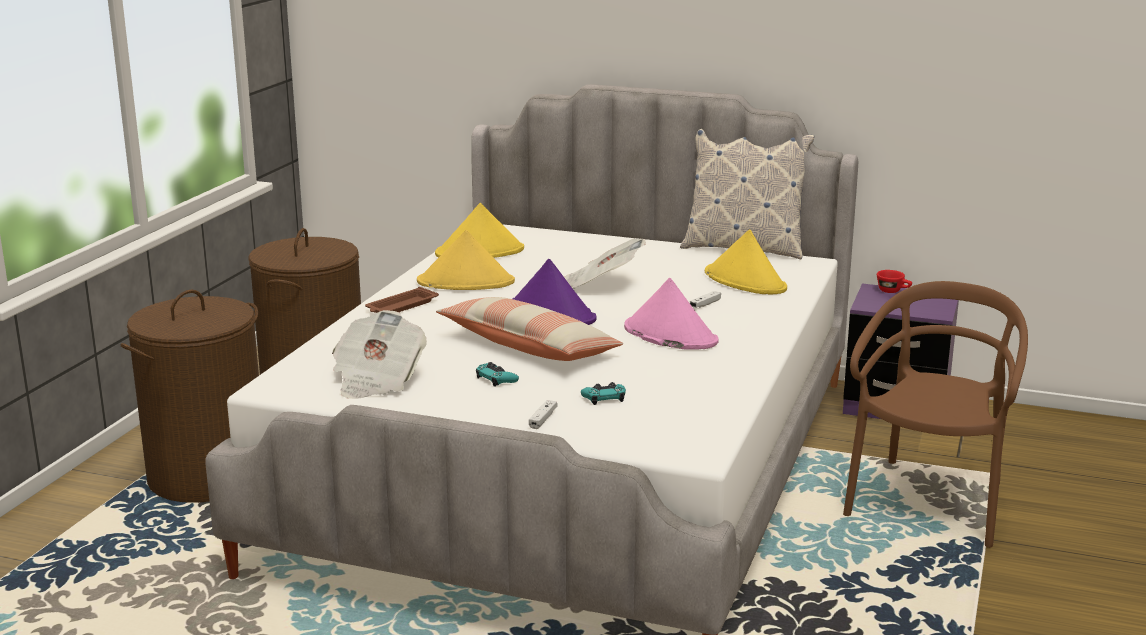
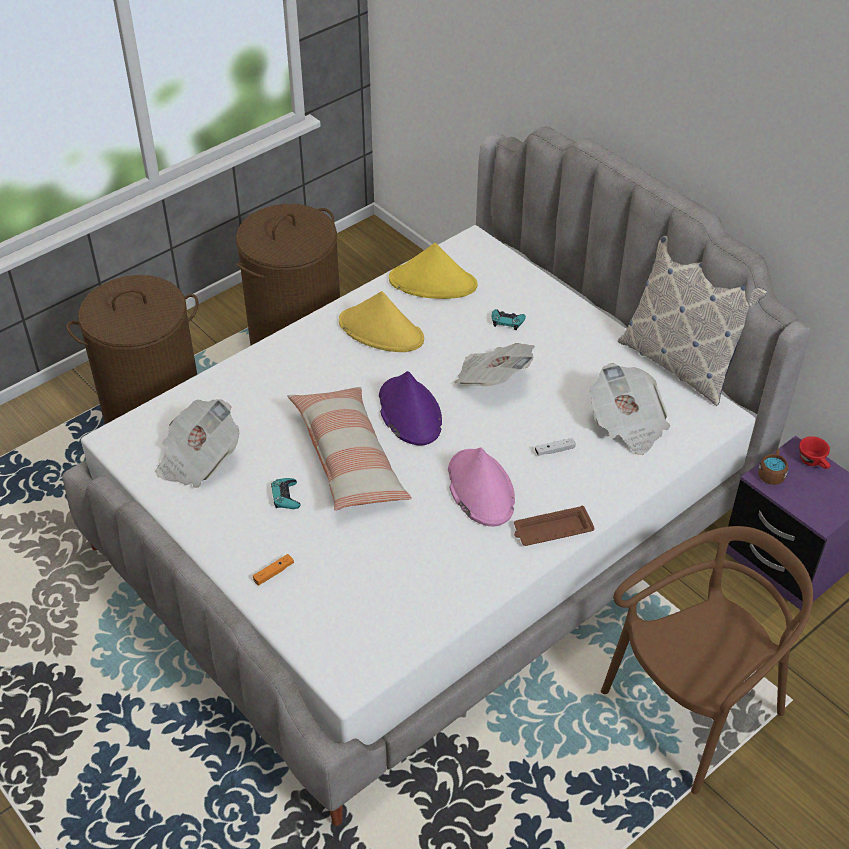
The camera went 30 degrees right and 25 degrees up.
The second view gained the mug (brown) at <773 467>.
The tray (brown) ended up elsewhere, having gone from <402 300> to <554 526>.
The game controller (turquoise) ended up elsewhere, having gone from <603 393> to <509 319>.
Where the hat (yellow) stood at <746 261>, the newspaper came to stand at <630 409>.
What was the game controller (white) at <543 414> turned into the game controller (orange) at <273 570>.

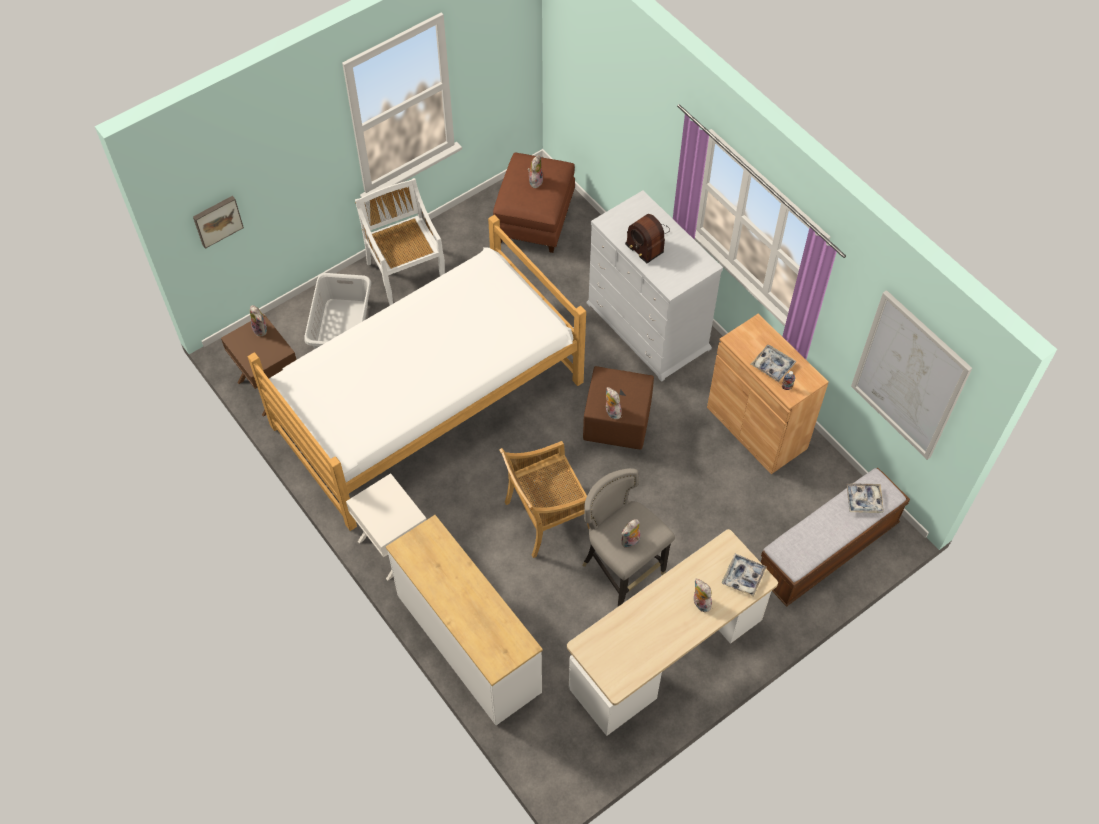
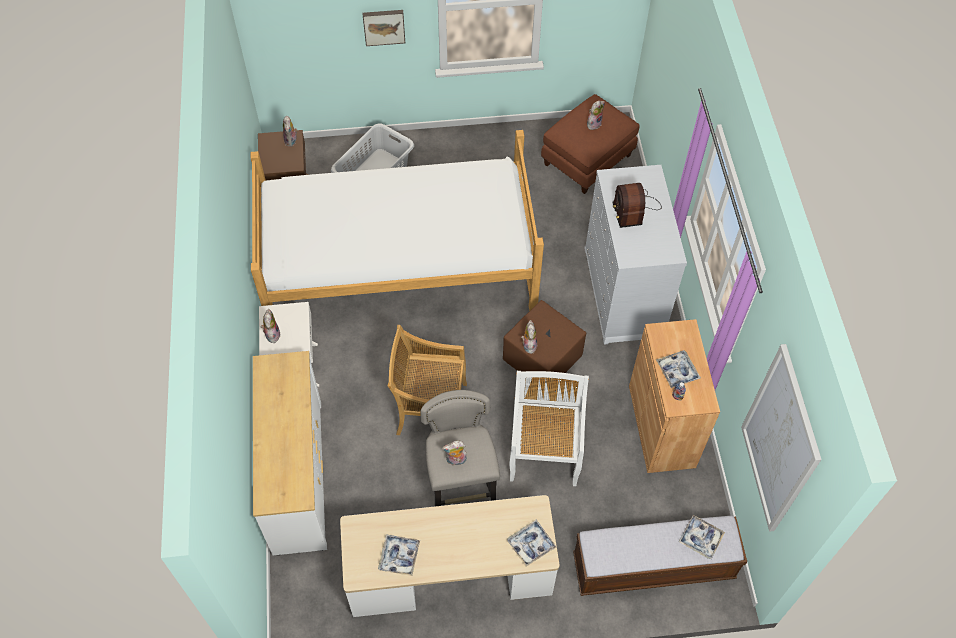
The camera went 30 degrees right and 0 degrees up.
The second view gained the tray at <399 555>.
The picture ended up elsewhere, having gone from <218 222> to <383 28>.
The chair (white) ended up elsewhere, having gone from <400 241> to <549 428>.
The plush toy ended up elsewhere, having gone from <703 595> to <271 326>.

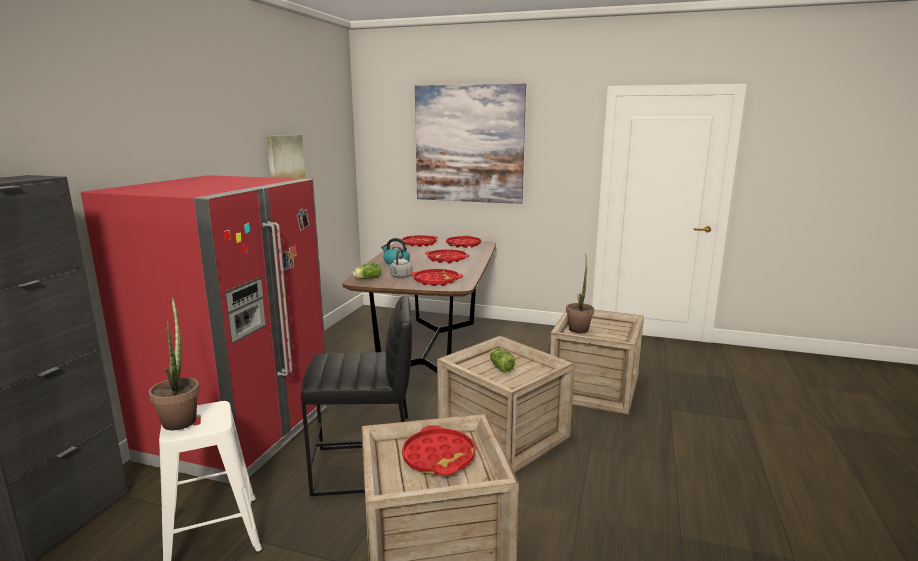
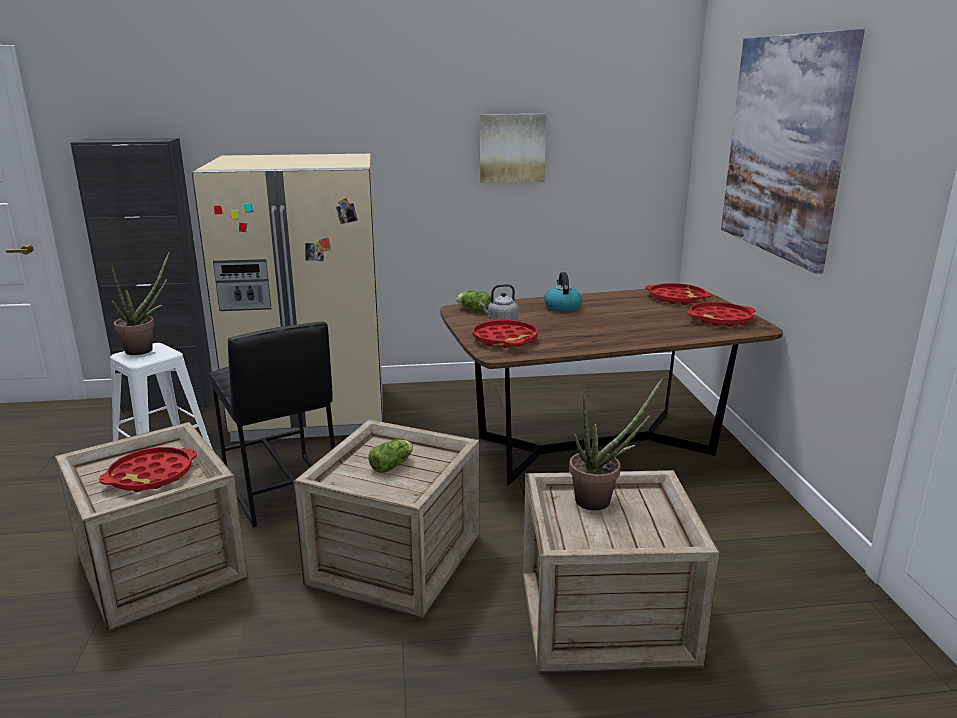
The camera went 65 degrees right and 5 degrees up.
The second view lost the tray (red) at <447 256>.
What was the fridge (red) at <204 329> turned into the fridge (beige) at <287 298>.

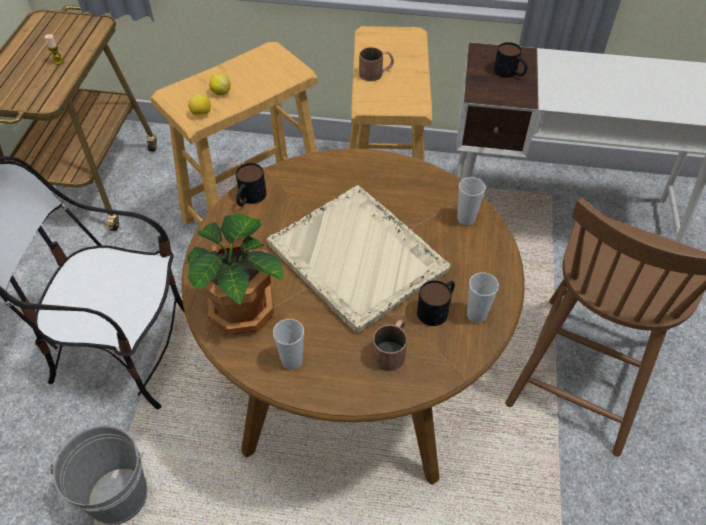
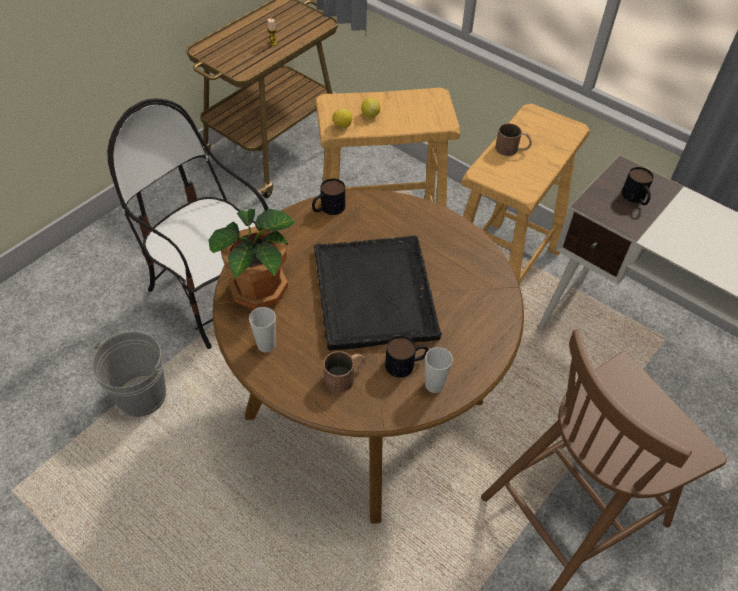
The camera went 30 degrees right and 0 degrees up.
The second view lost the cup at <471 201>.
What was the tray (beige) at <359 259> turned into the tray (black) at <378 293>.

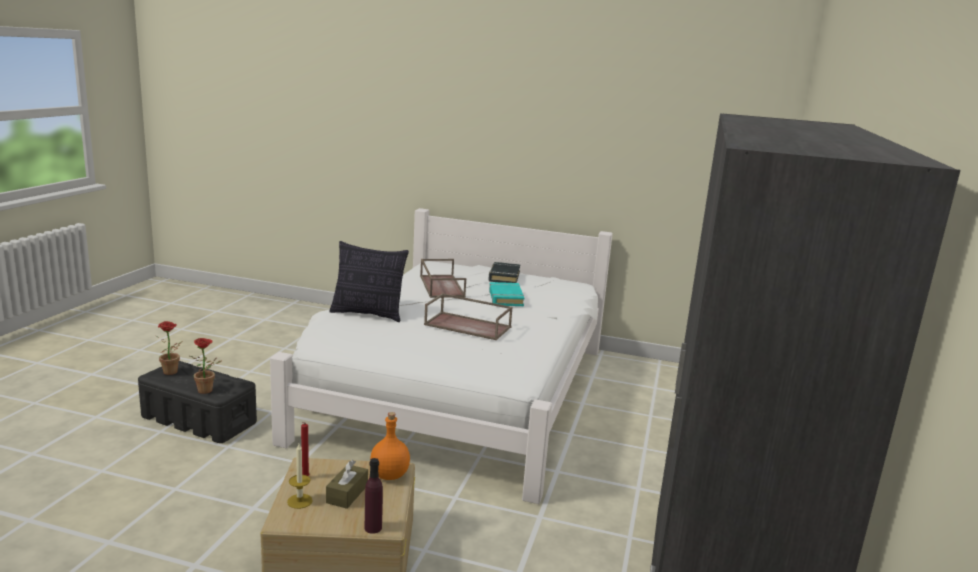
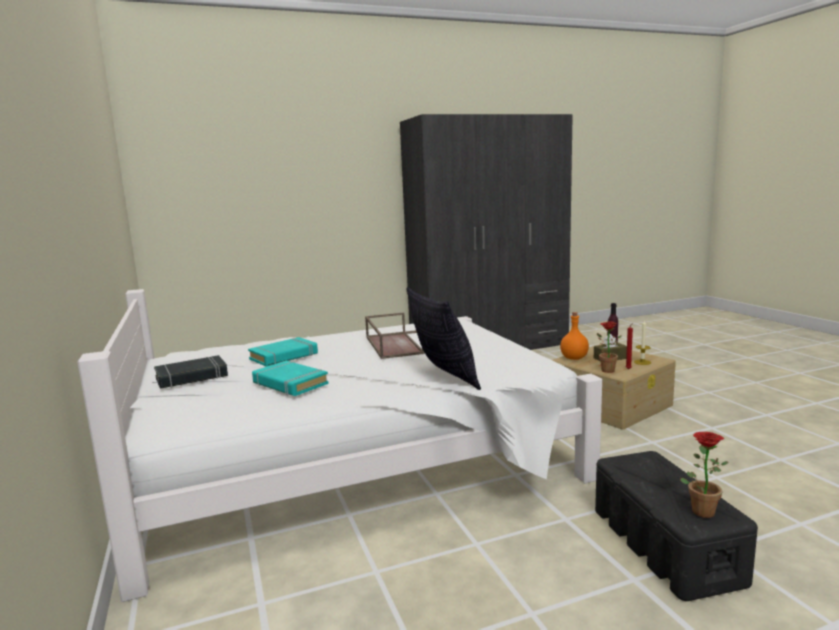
The camera went 125 degrees left and 5 degrees down.
The potted plant ended up elsewhere, having gone from <206 366> to <609 347>.
Where the tray (brown) stood at <443 278>, the book (turquoise) came to stand at <290 378>.

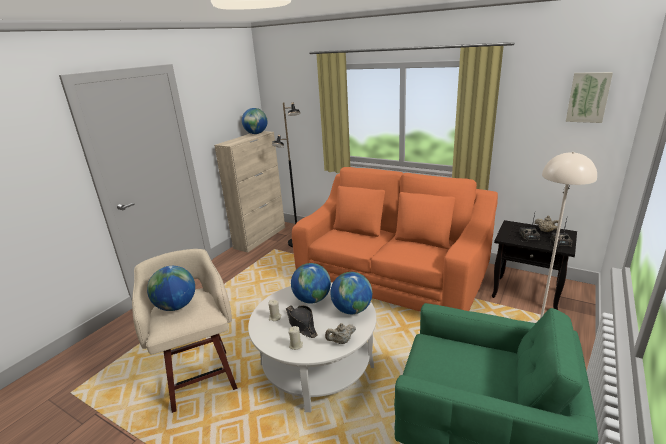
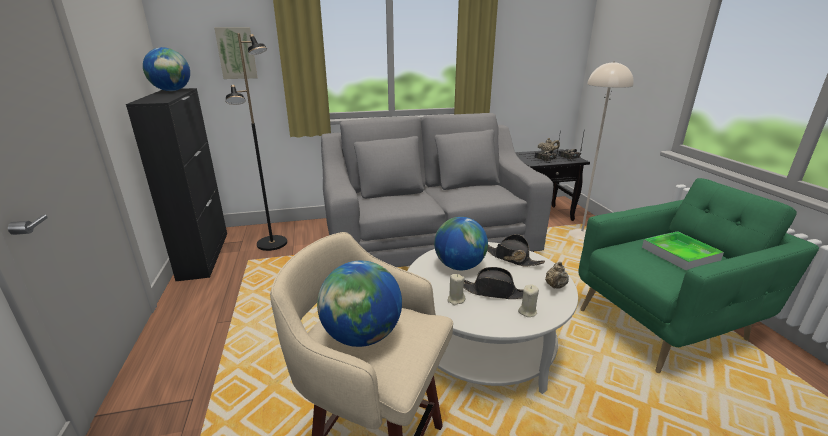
The camera went 45 degrees left and 0 degrees up.
The second view gained the tray at <683 251>.
The picture ended up elsewhere, having gone from <589 97> to <235 53>.
Where the globe stood at <351 293>, the hat (black) came to stand at <516 250>.
What was the cabinet (beige) at <249 192> turned into the cabinet (black) at <176 184>.
What was the sofa (orange) at <395 239> turned into the sofa (grey) at <437 190>.

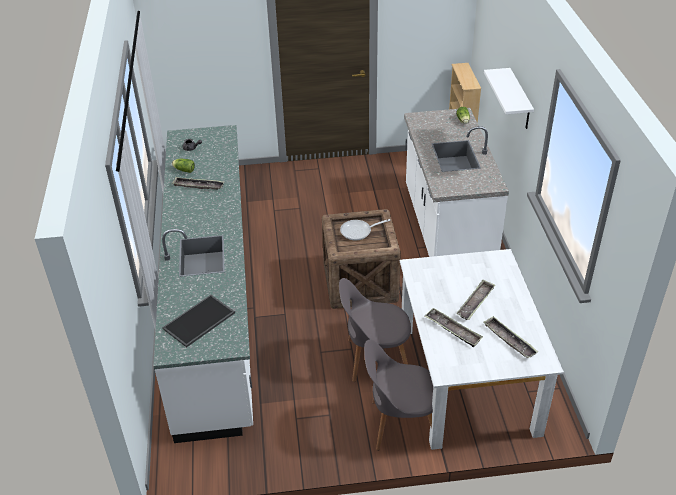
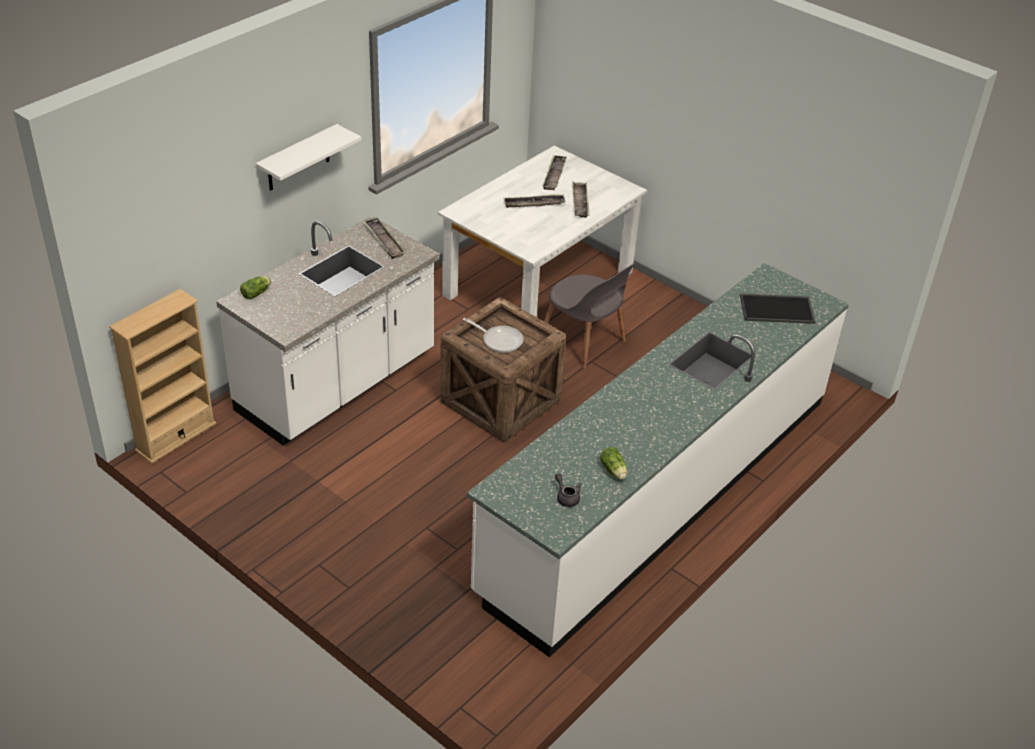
The camera went 135 degrees left and 0 degrees up.
The second view lost the chair (grey) at <398 395>.
The tray ended up elsewhere, having gone from <198 183> to <384 238>.

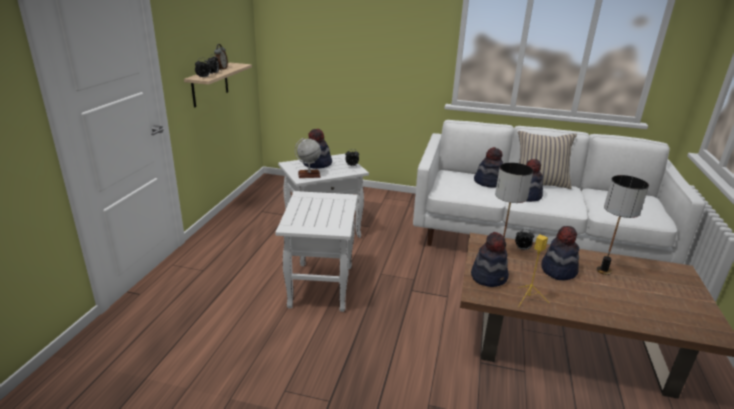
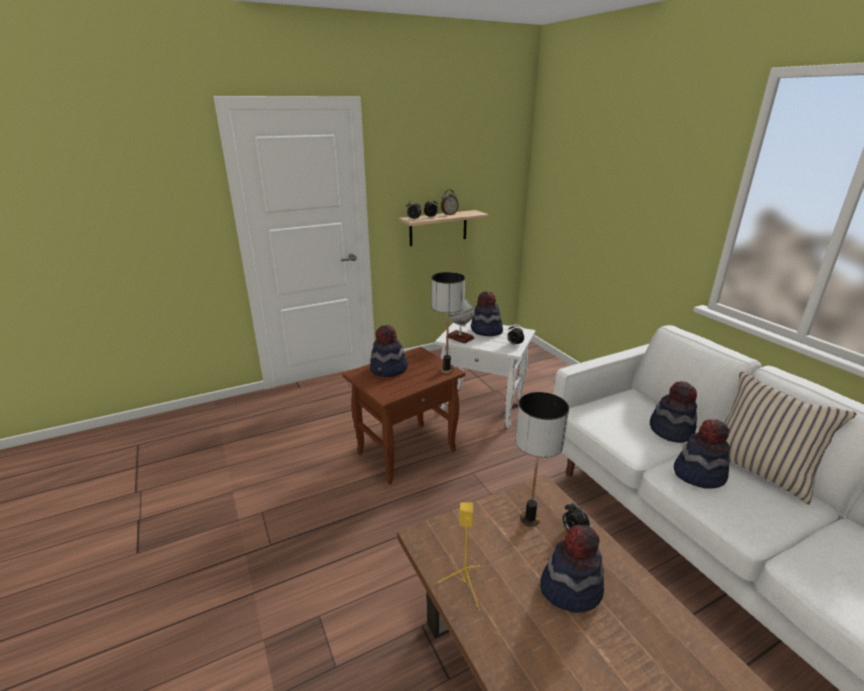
The camera went 50 degrees right and 0 degrees up.
The hat ended up elsewhere, having gone from <490 259> to <389 351>.
The table lamp ended up elsewhere, having gone from <623 225> to <448 323>.
What was the side table (white) at <316 251> turned into the side table (brown) at <403 415>.

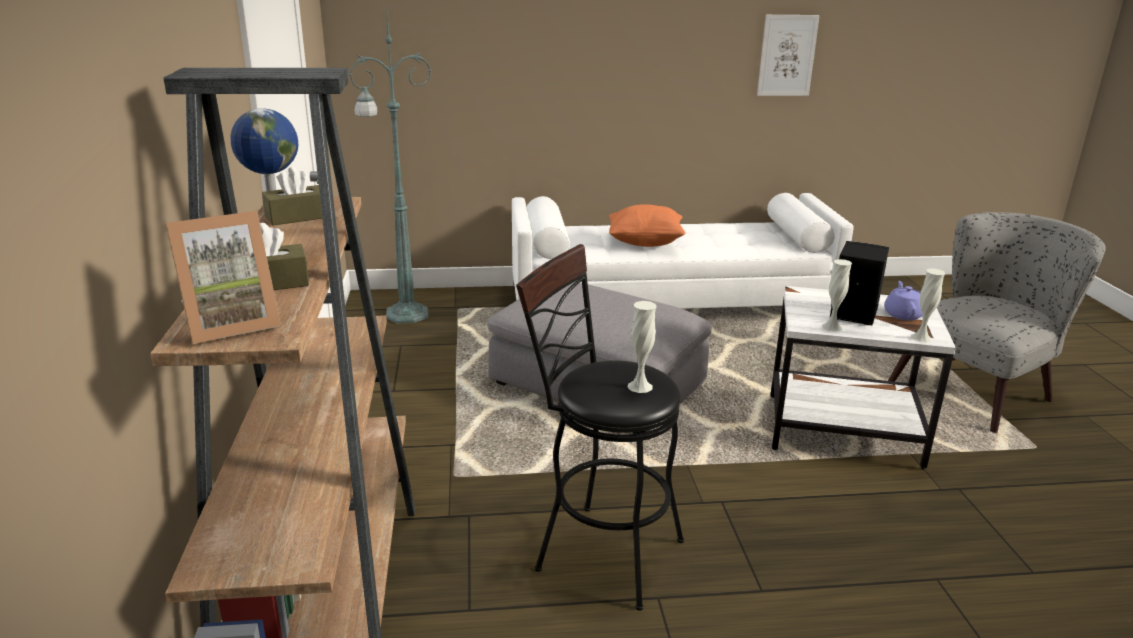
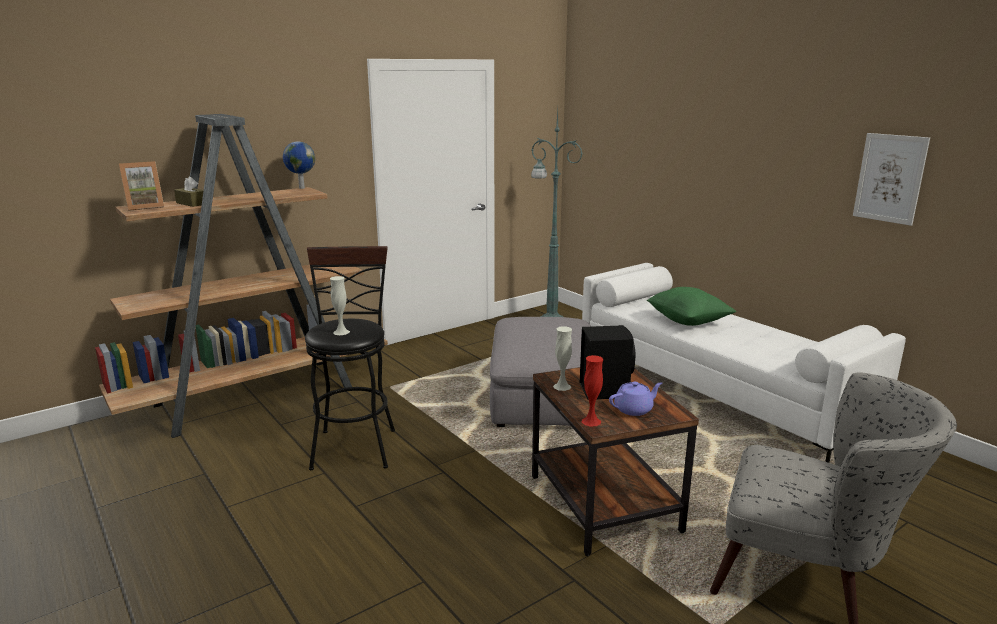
The camera went 60 degrees right and 5 degrees down.
The second view lost the tissue box (brown) at <292 196>.
What was the pillow (orange) at <647 225> turned into the pillow (green) at <691 306>.
What was the side table (white) at <863 378> turned into the side table (brown) at <615 461>.
What was the vase (white) at <928 306> turned into the vase (red) at <592 391>.
The picture frame at <223 277> ended up facing another way, 60 degrees counterclockwise from before.

